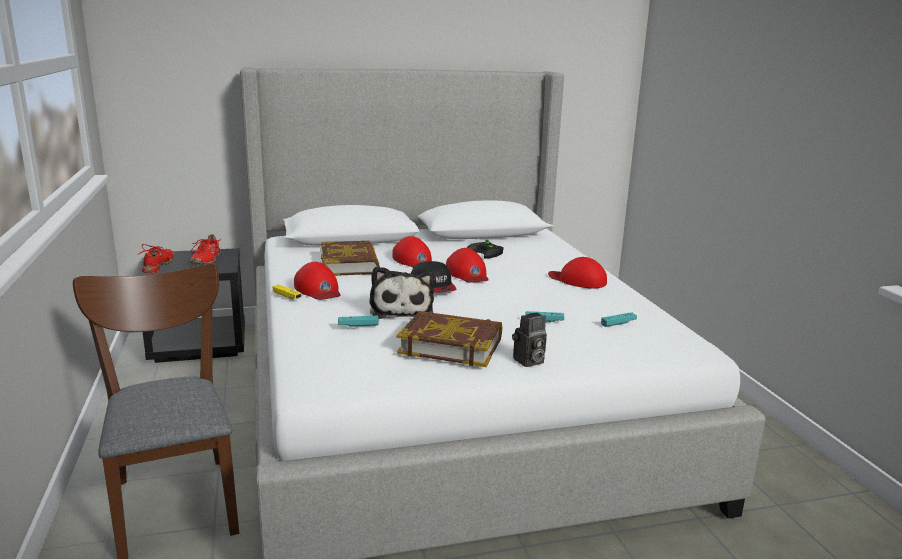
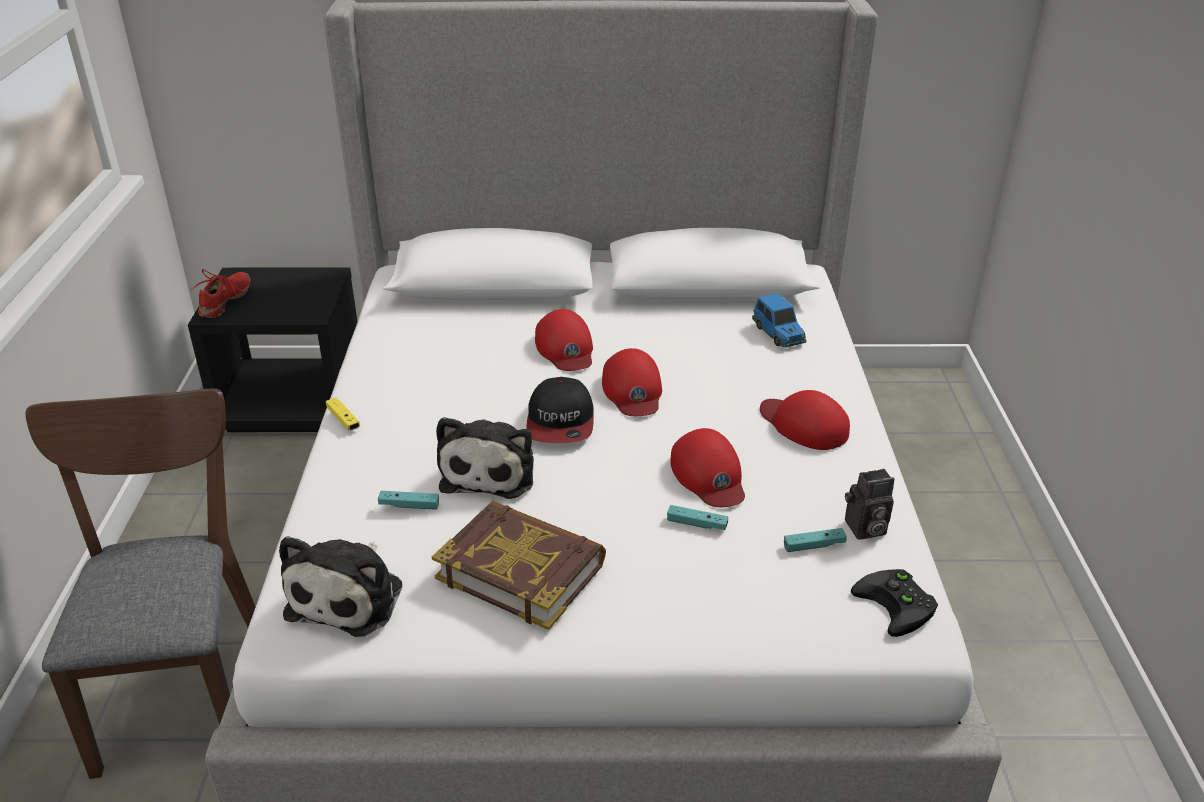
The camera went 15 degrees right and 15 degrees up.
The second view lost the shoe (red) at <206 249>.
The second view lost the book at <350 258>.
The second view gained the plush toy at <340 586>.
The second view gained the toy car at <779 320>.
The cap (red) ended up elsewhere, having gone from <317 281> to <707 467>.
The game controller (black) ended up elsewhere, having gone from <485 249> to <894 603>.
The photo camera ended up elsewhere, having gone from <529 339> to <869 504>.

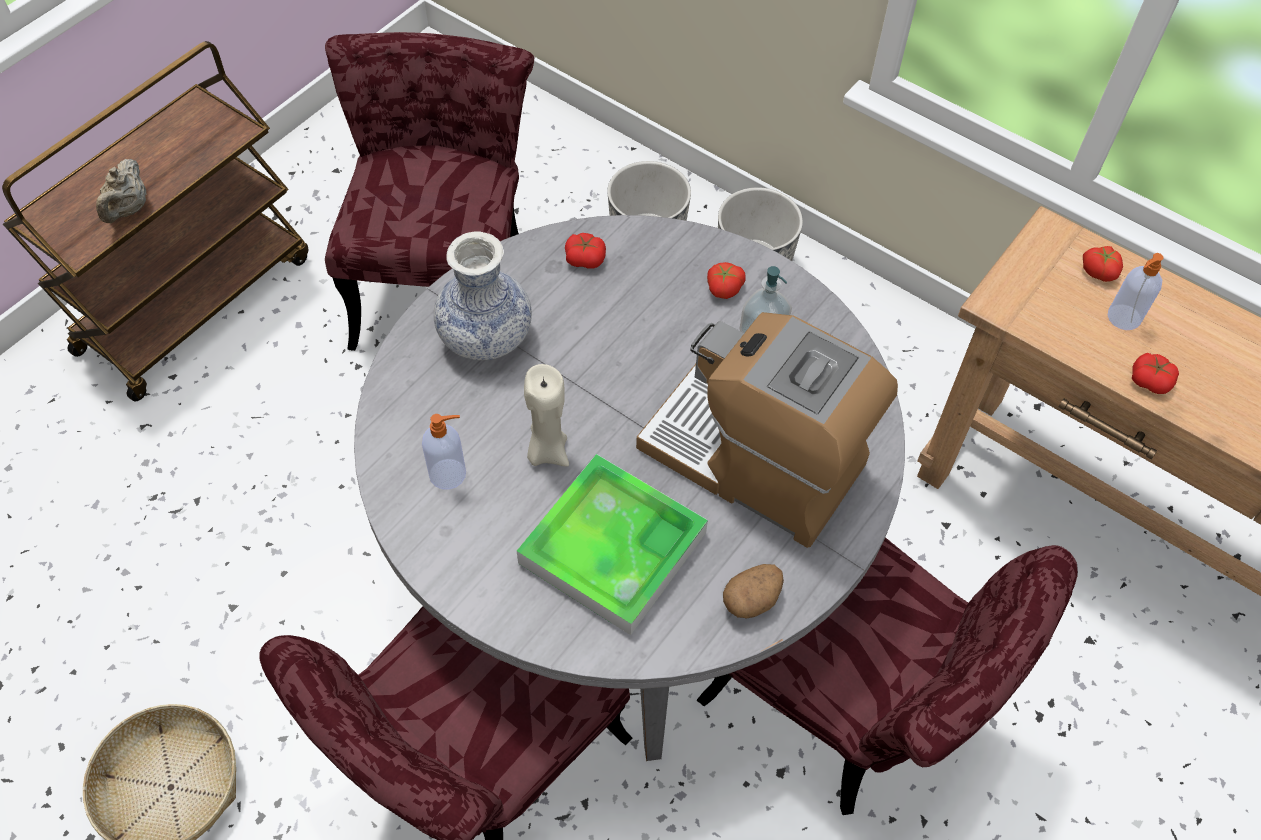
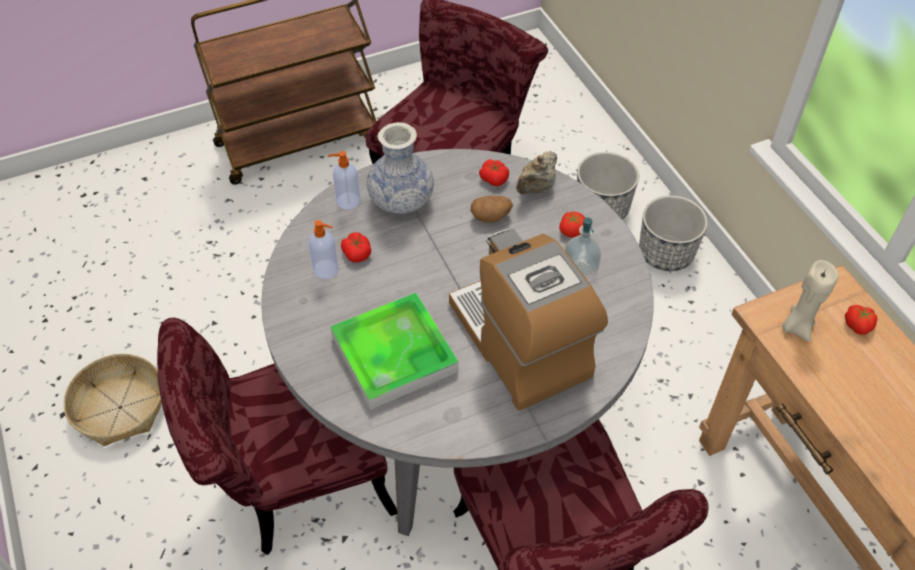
The camera went 30 degrees right and 5 degrees down.
The teapot (beige) ended up elsewhere, having gone from <121 191> to <536 172>.
The candle (beige) ended up elsewhere, having gone from <546 415> to <810 301>.
The potato ended up elsewhere, having gone from <753 591> to <492 209>.
The soap dispenser ended up elsewhere, having gone from <1136 291> to <344 180>.
The tomato ended up elsewhere, having gone from <1155 373> to <356 247>.

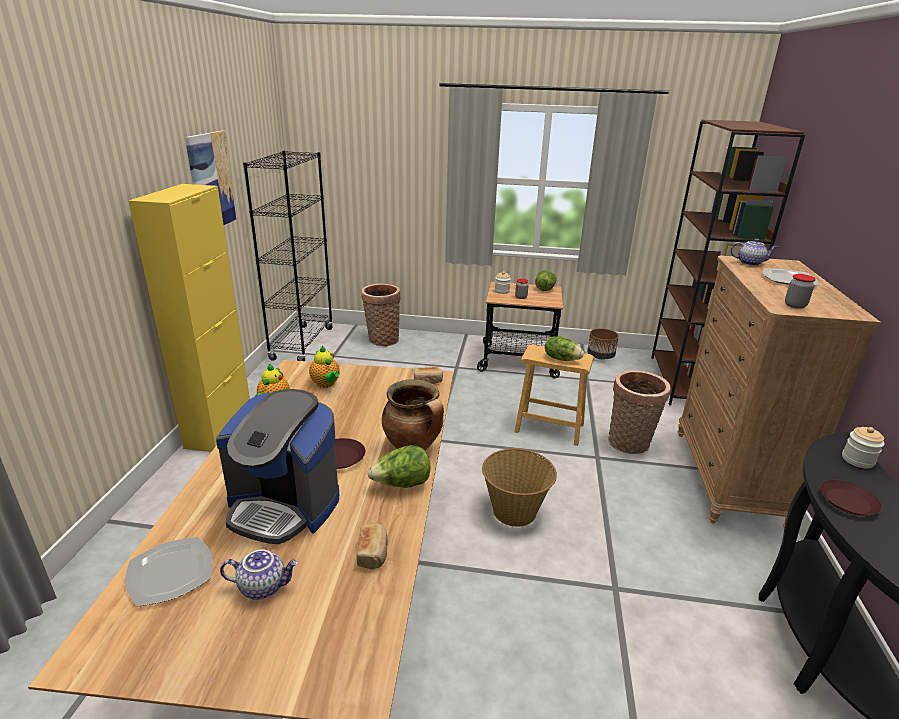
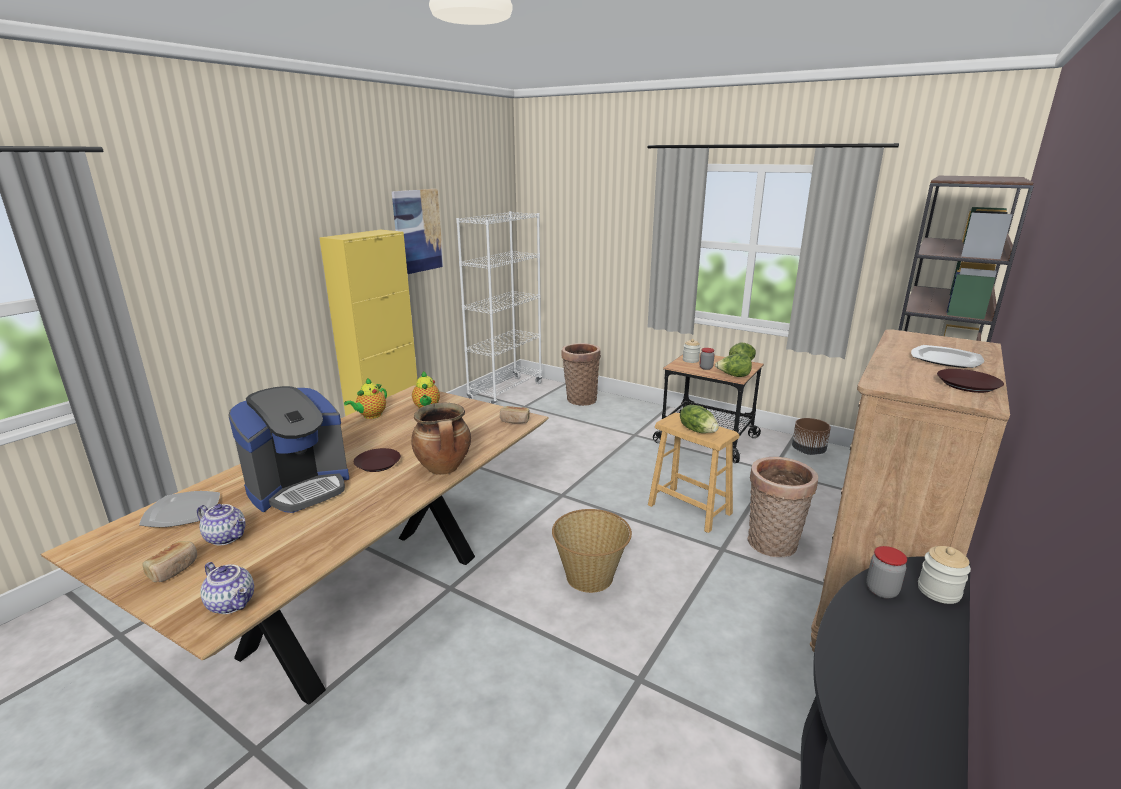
The camera went 25 degrees right and 5 degrees down.
The bread ended up elsewhere, having gone from <372 546> to <170 561>.
The lettuce ended up elsewhere, having gone from <399 466> to <733 365>.
The teapot ended up elsewhere, having gone from <754 252> to <227 588>.
The jar ended up elsewhere, having gone from <800 291> to <886 572>.
The plate (brown) ended up elsewhere, having gone from <851 497> to <970 381>.
What was the bookcase (black) at <288 255> turned into the bookcase (white) at <499 307>.
The coffee machine at <277 466> ended up facing another way, 90 degrees counterclockwise from before.

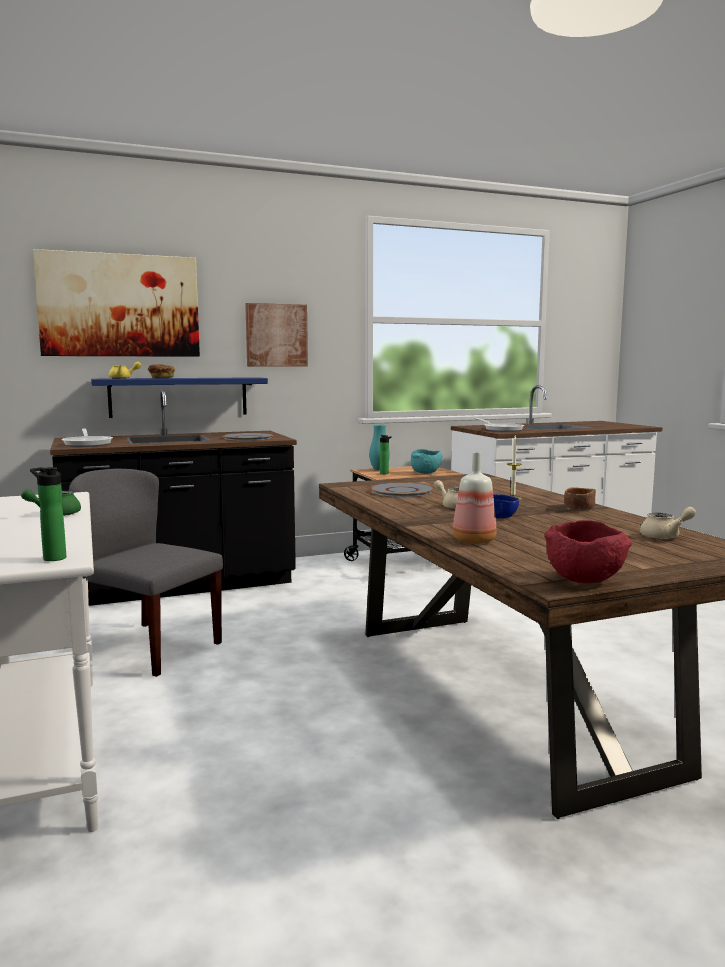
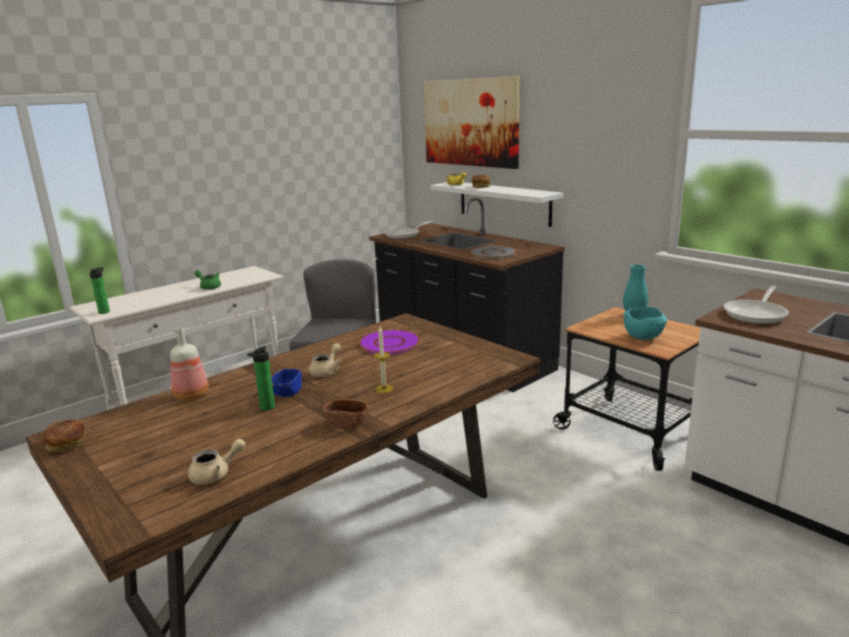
The camera went 70 degrees right and 10 degrees up.
The second view lost the picture at <276 335>.
The bottle ended up elsewhere, having gone from <386 454> to <261 378>.
Where the bowl (red) stood at <588 551>, the bread came to stand at <64 435>.
What was the shelf (blue) at <179 397> turned into the shelf (white) at <497 204>.
What was the plate (grey) at <402 490> turned into the plate (purple) at <389 342>.
The teapot (beige) at <668 523> ended up facing another way, 90 degrees counterclockwise from before.

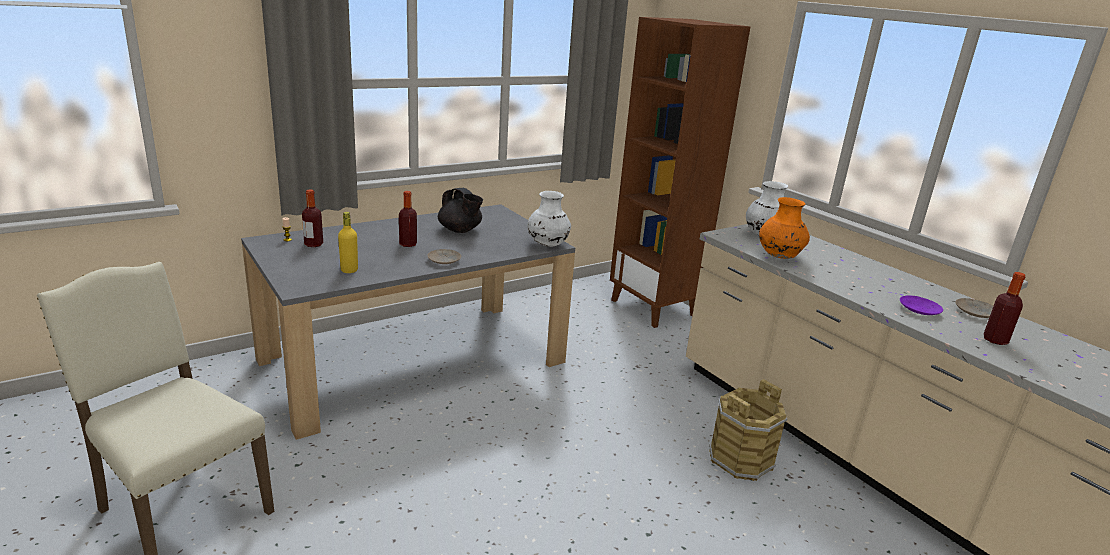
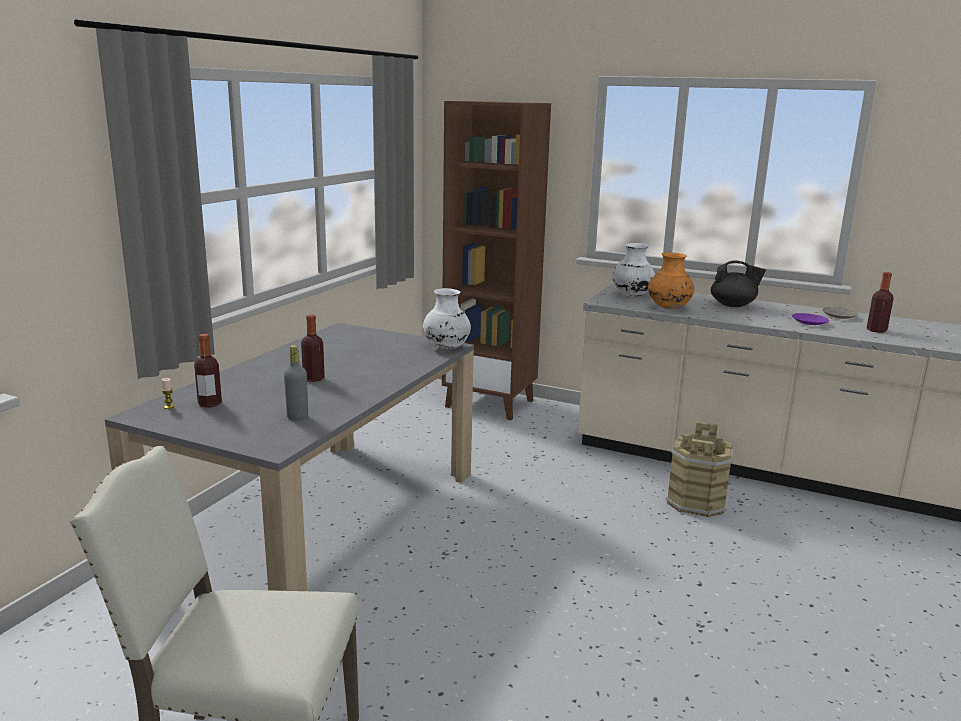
The camera went 30 degrees left and 5 degrees down.
The second view lost the plate (beige) at <444 256>.
The teapot (black) ended up elsewhere, having gone from <460 210> to <738 284>.
What was the bottle (yellow) at <348 242> turned into the bottle (grey) at <296 383>.

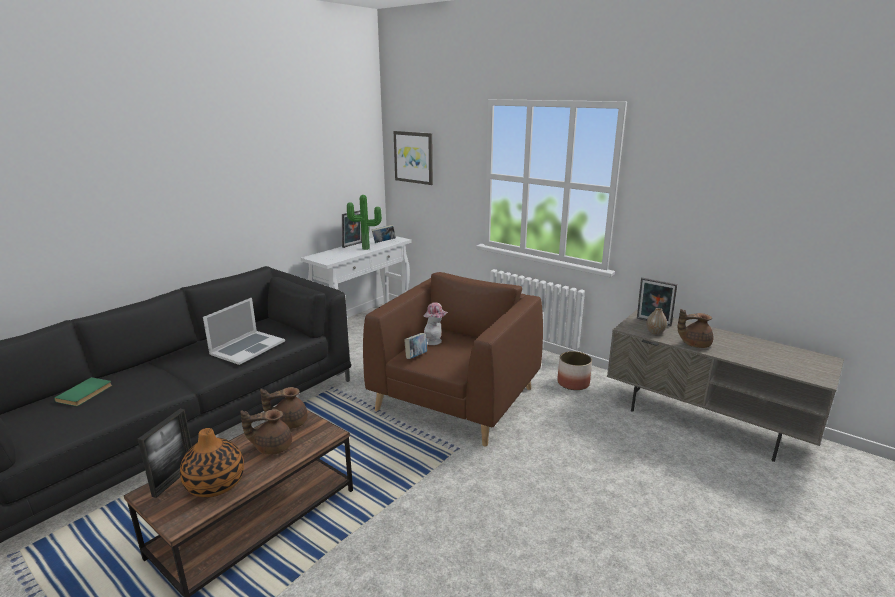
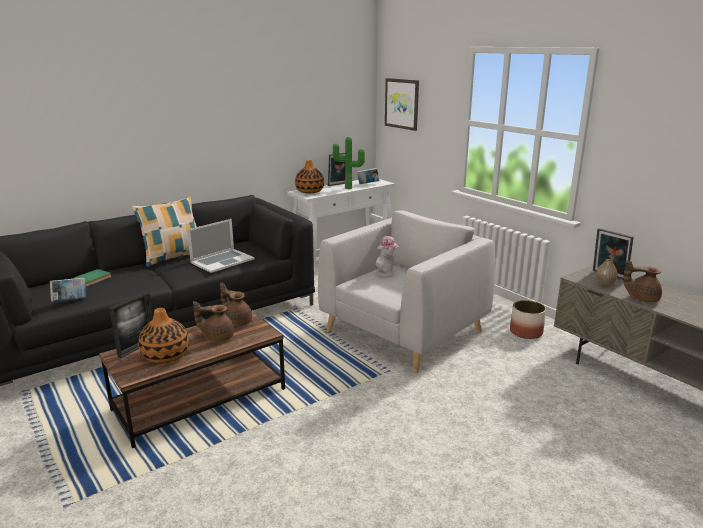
The camera went 15 degrees right and 0 degrees up.
The second view gained the pillow at <164 232>.
The second view gained the vase at <309 176>.
The book ended up elsewhere, having gone from <415 346> to <68 290>.
What was the armchair (brown) at <453 359> turned into the armchair (grey) at <406 291>.
The teapot (brown) at <284 408> ended up facing another way, 45 degrees clockwise from before.

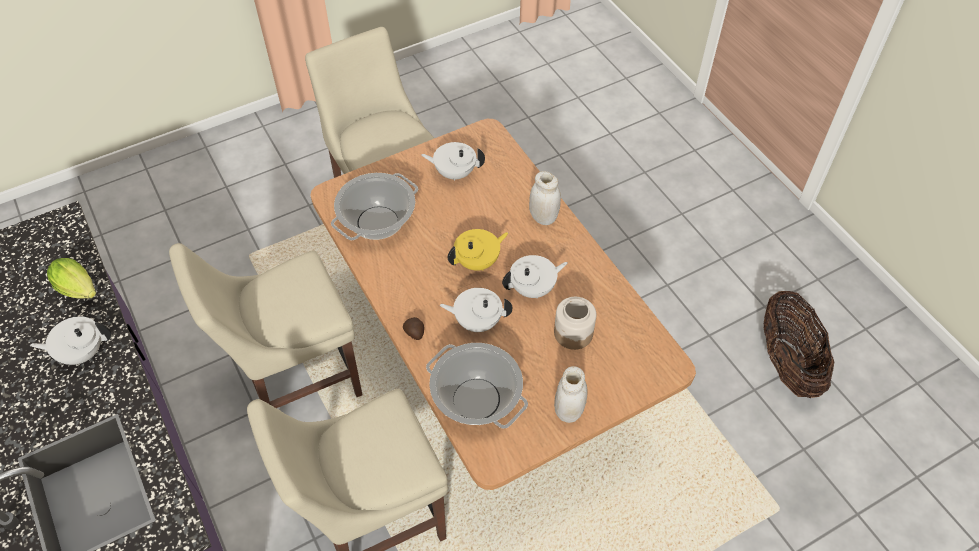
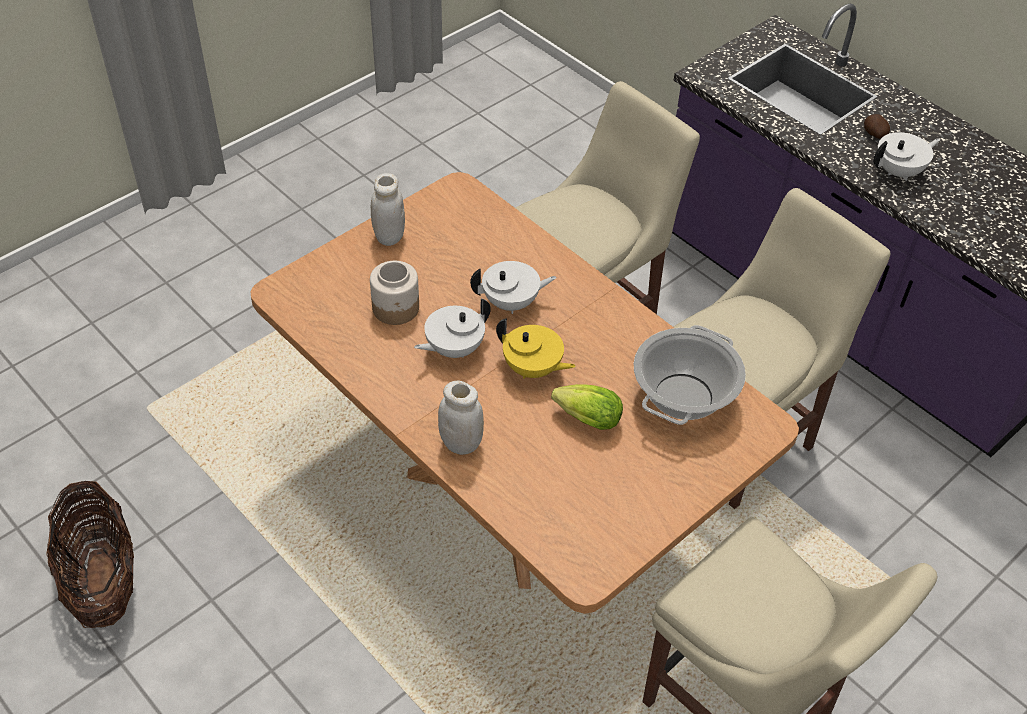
The camera went 165 degrees right and 5 degrees down.
The second view lost the teapot (white) at <453 161>.
The second view lost the cooking pot at <477 386>.
The lettuce ended up elsewhere, having gone from <71 278> to <587 407>.
The potato ended up elsewhere, having gone from <413 328> to <877 126>.
The teapot (yellow) at <478 250> ended up facing another way, 105 degrees counterclockwise from before.

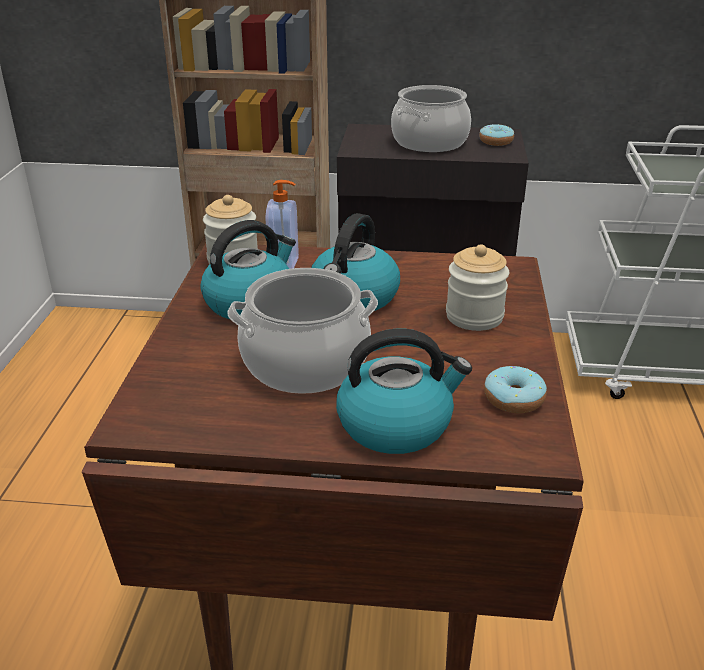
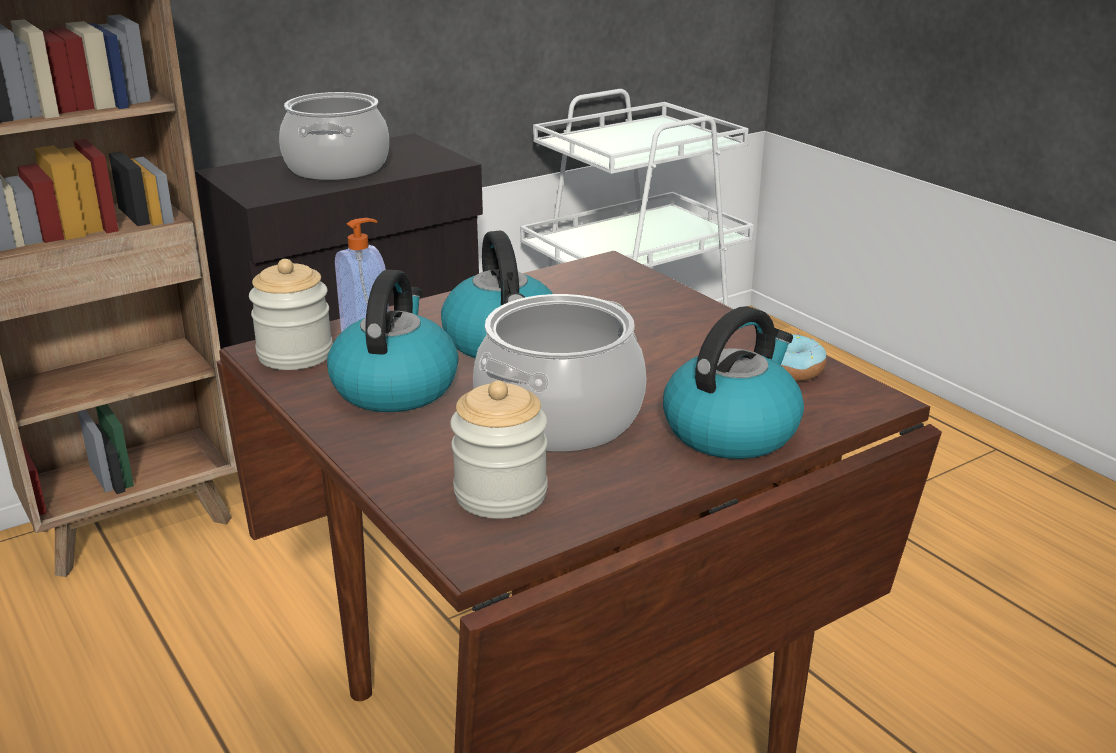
The camera went 40 degrees left and 5 degrees down.
The second view lost the donut at <496 135>.
The jar ended up elsewhere, having gone from <477 287> to <499 449>.

